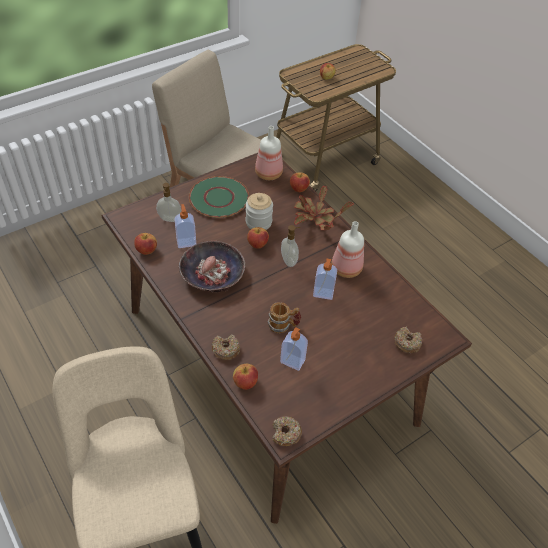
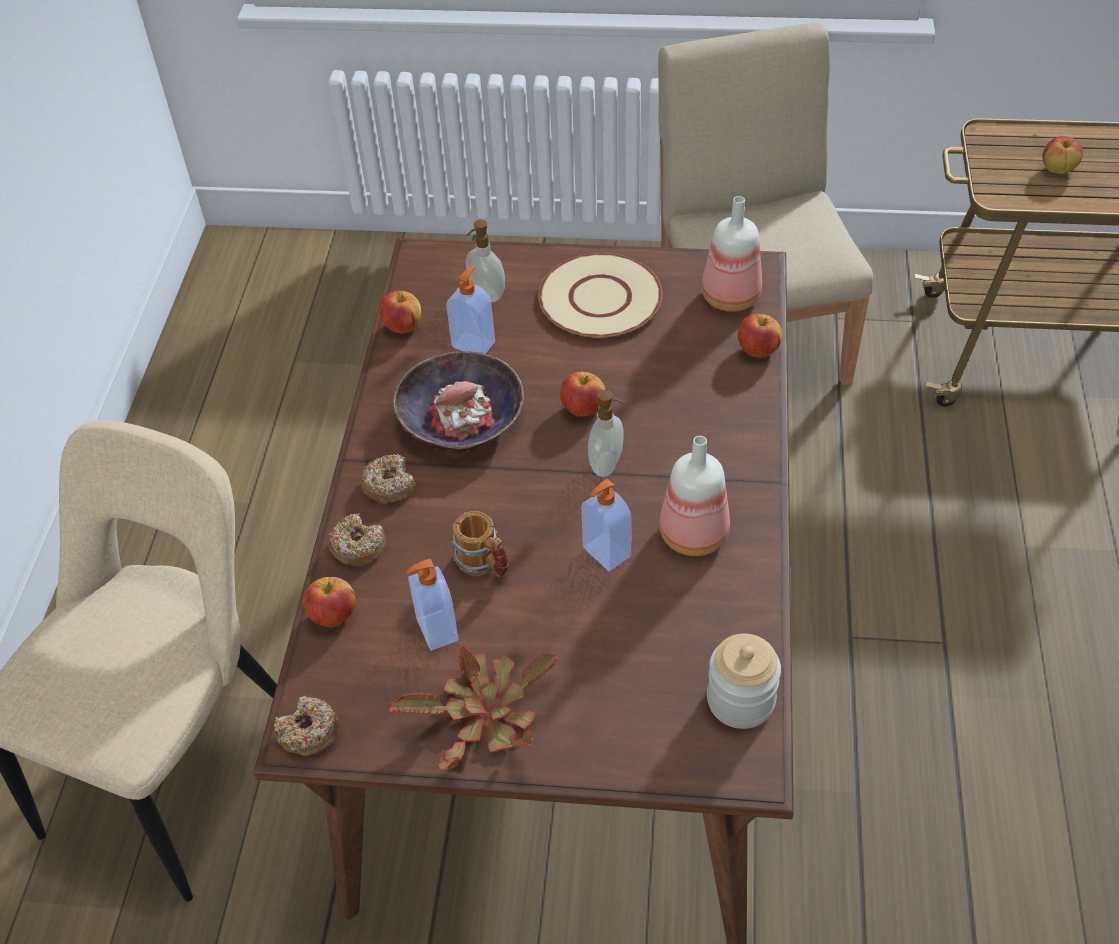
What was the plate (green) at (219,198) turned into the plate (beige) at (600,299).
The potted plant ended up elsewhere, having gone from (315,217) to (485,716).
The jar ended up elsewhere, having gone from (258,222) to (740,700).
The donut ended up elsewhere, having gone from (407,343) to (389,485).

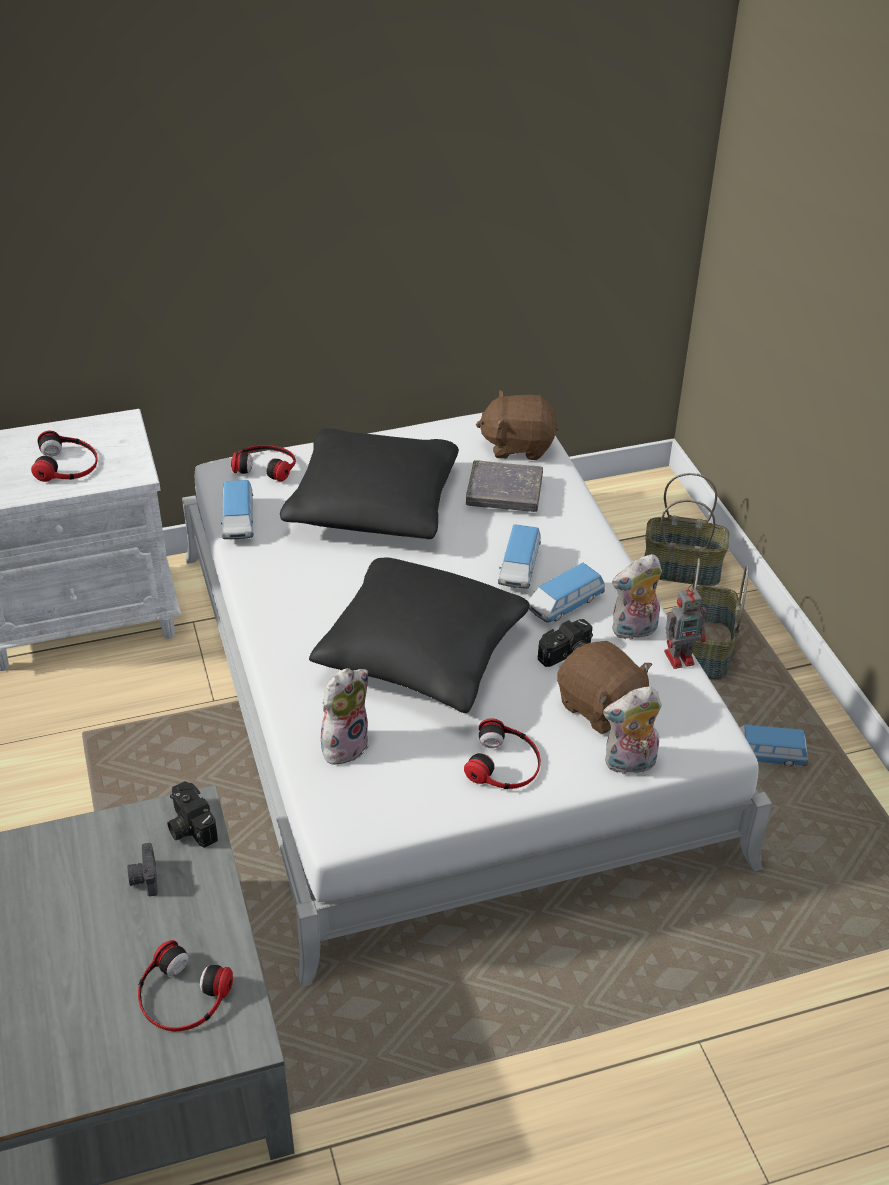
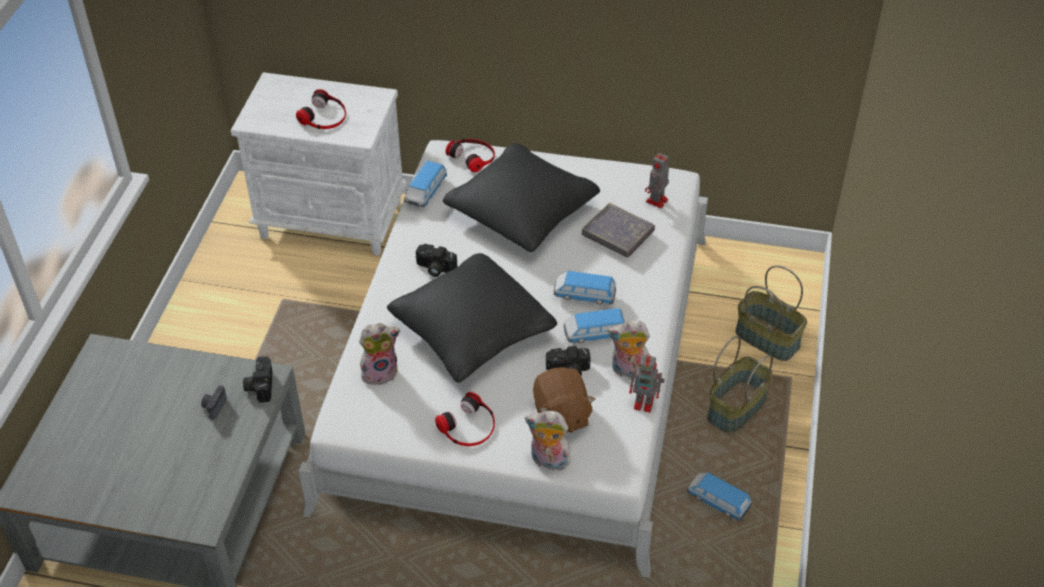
Where the plush toy (brown) stood at (518,446), the toy robot came to stand at (656,201).
The toy car at (519,568) ended up facing another way, 60 degrees clockwise from before.
The second view lost the headphones at (181,996).
The second view gained the photo camera at (434,268).

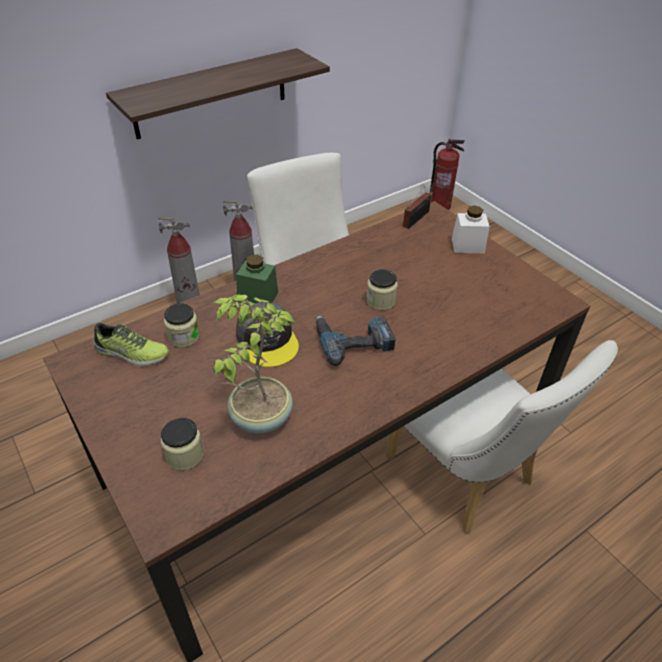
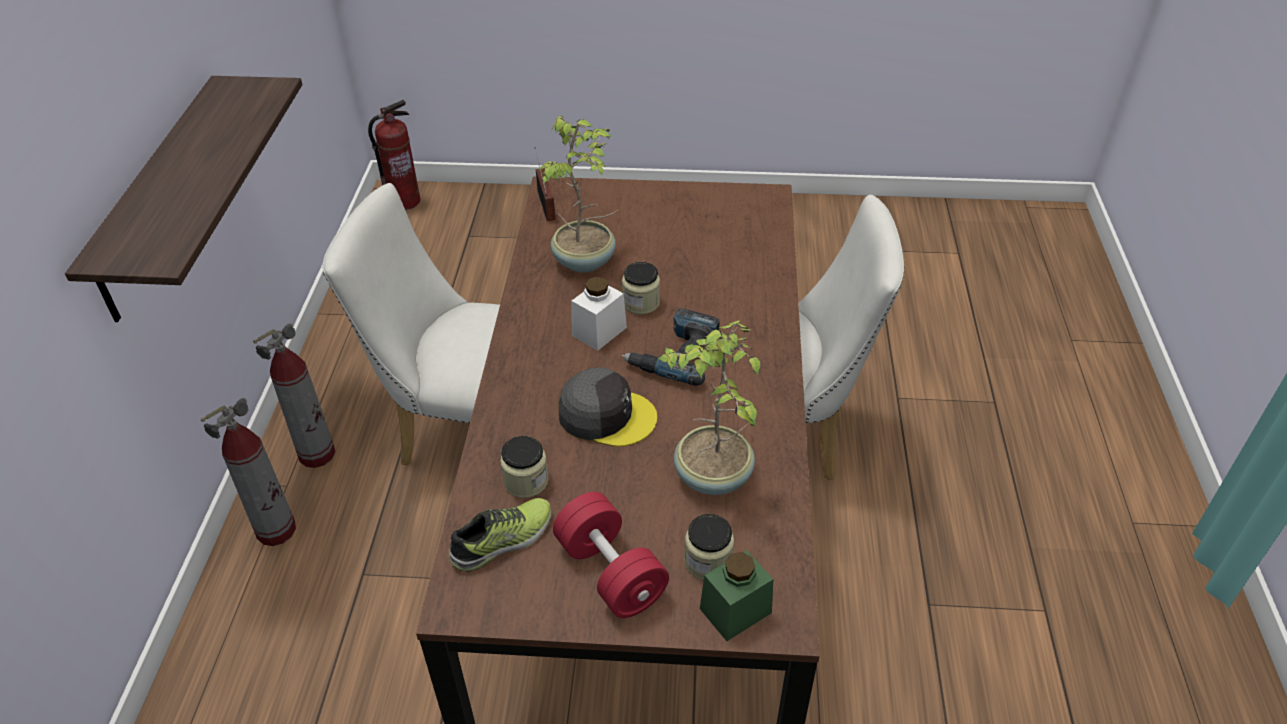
The jar (white) ended up elsewhere, having gone from (468,246) to (599,331).
The jar (green) ended up elsewhere, having gone from (258,297) to (735,610).
The second view gained the potted plant at (586,261).
The second view gained the dumbbell (red) at (610,572).

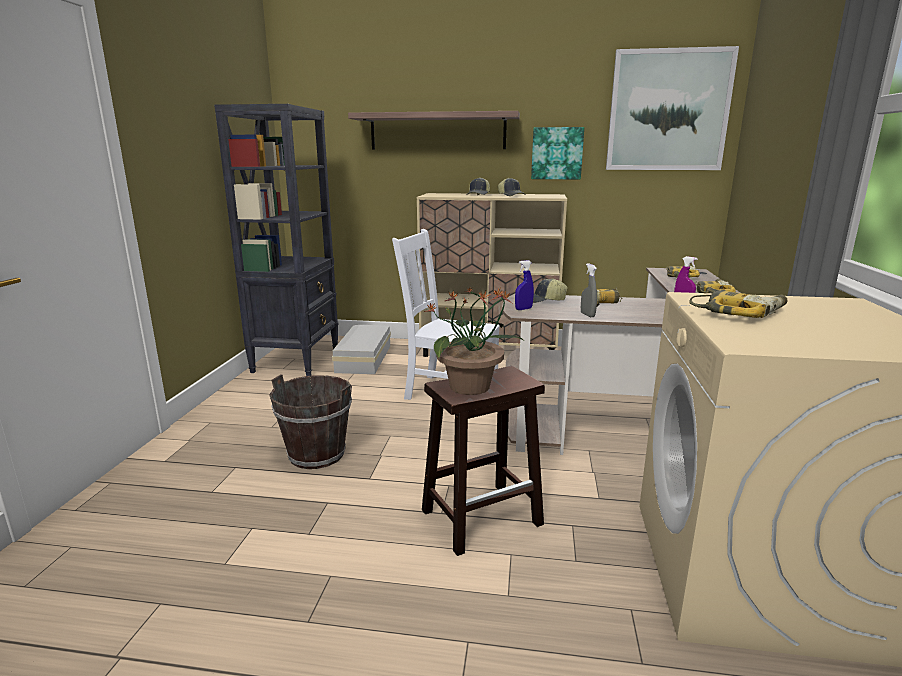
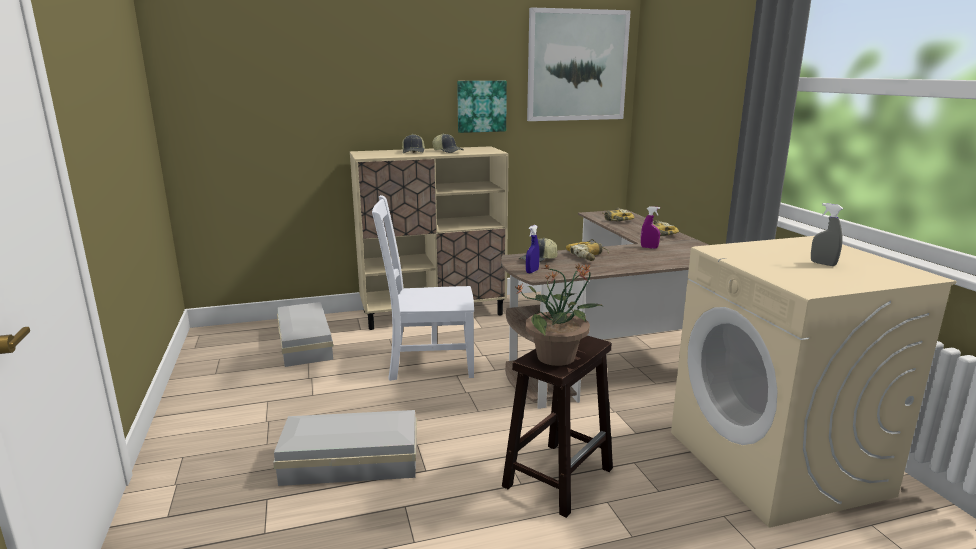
The second view lost the bookcase (black) at (297,360).
The second view lost the shelf at (437,131).
The spray bottle (grey) ended up elsewhere, having gone from (587,315) to (823,264).
The second view lost the power drill at (739,312).
Where the bucket (brown) stood at (317,454), the storage box (white) came to stand at (349,461).

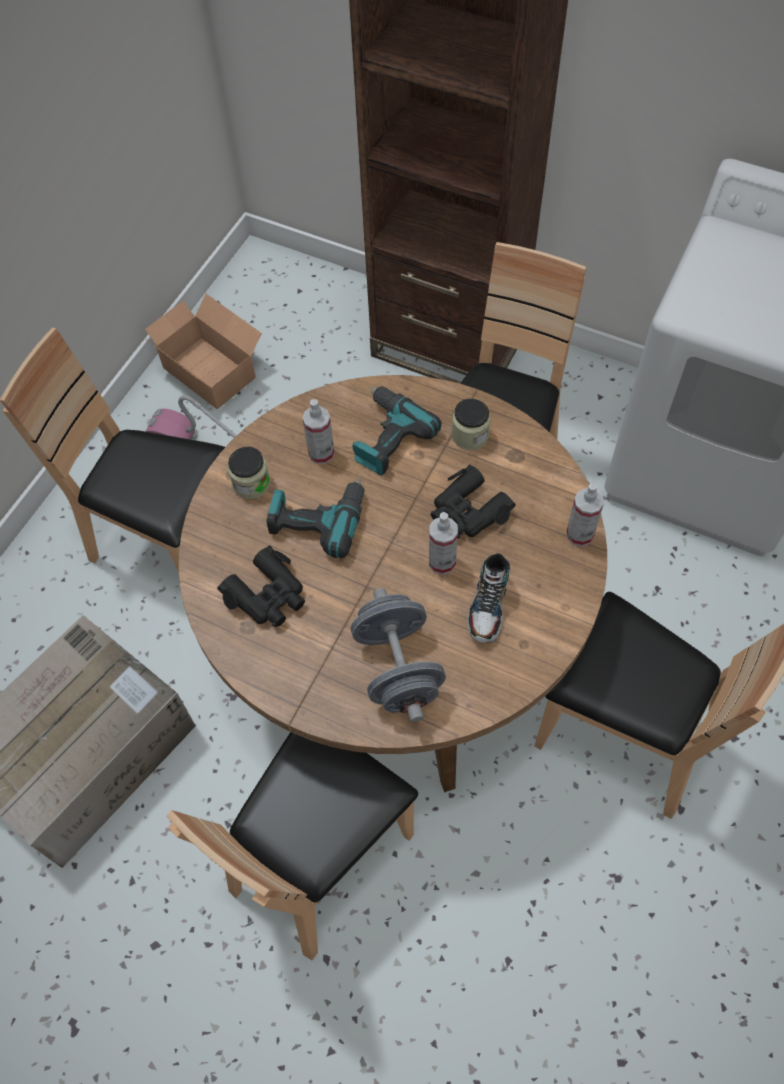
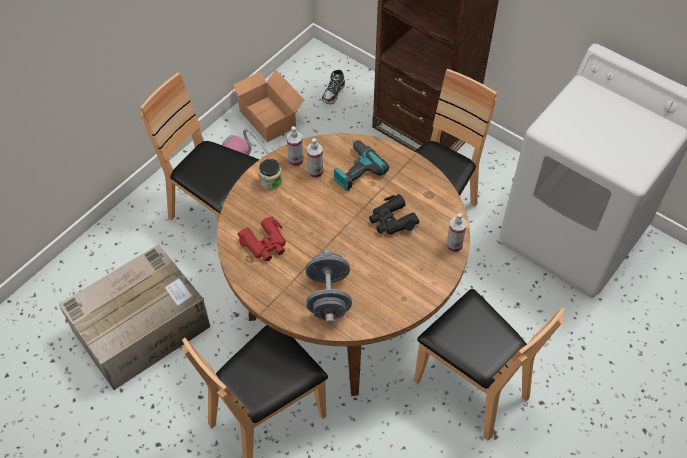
The second view lost the jar at (470,435).
The second view lost the power drill at (318,519).
The spray bottle ended up elsewhere, having gone from (442,562) to (295,160).
What was the binoculars (black) at (268,595) turned into the binoculars (red) at (265,244).
The shoe ended up elsewhere, having gone from (488,607) to (333,93).

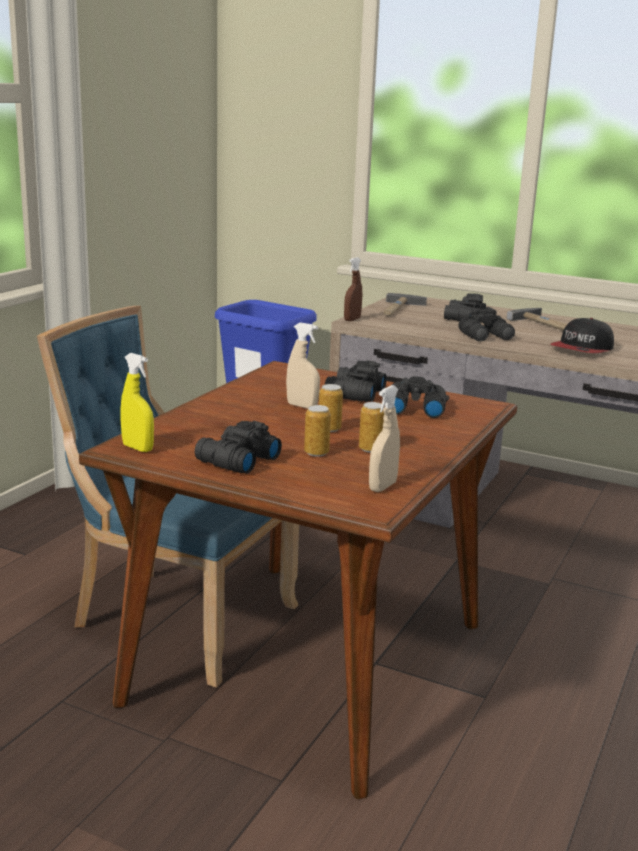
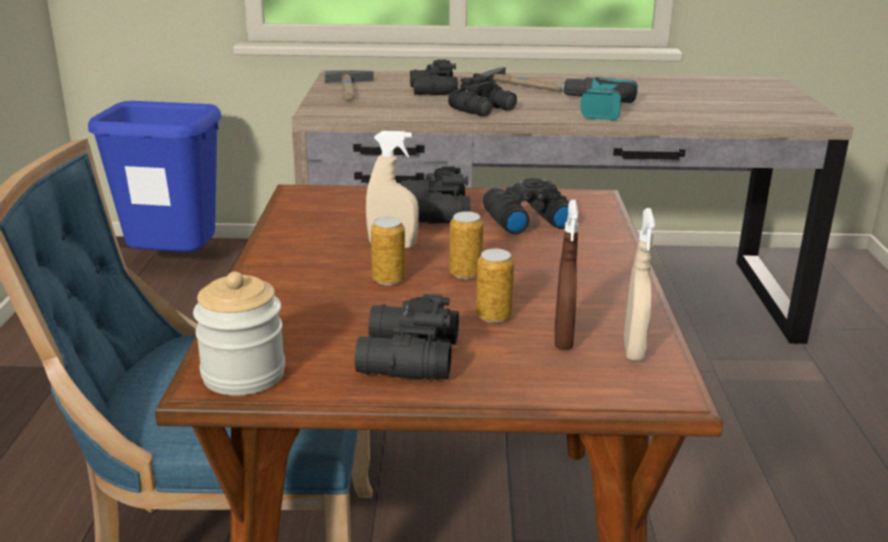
The spray bottle (brown) ended up elsewhere, having gone from (352,319) to (563,339).
Where the cap stood at (582,349), the power drill came to stand at (594,109).
Where the spray bottle (yellow) stood at (137,448), the jar came to stand at (243,375).
The can ended up elsewhere, having gone from (370,449) to (388,280).

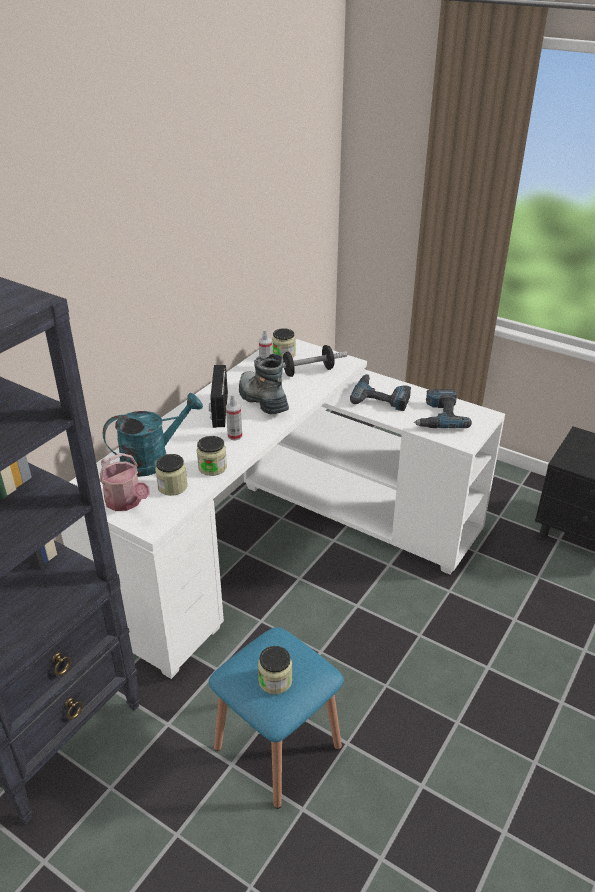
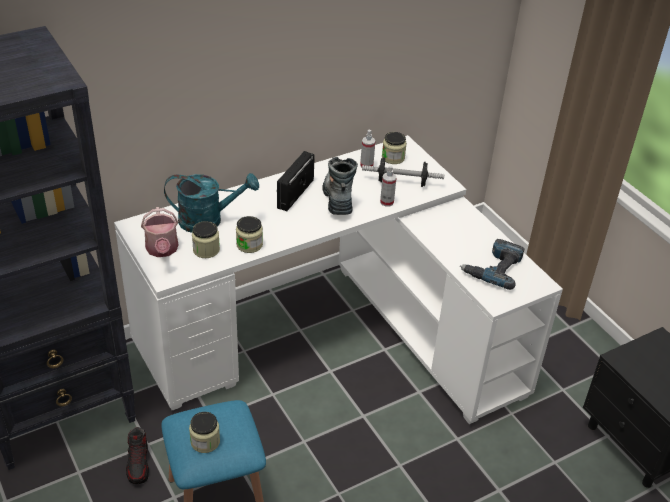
The second view lost the power drill at (381,397).
The spray bottle ended up elsewhere, having gone from (235,436) to (387,202).
The second view gained the shoe at (138,463).

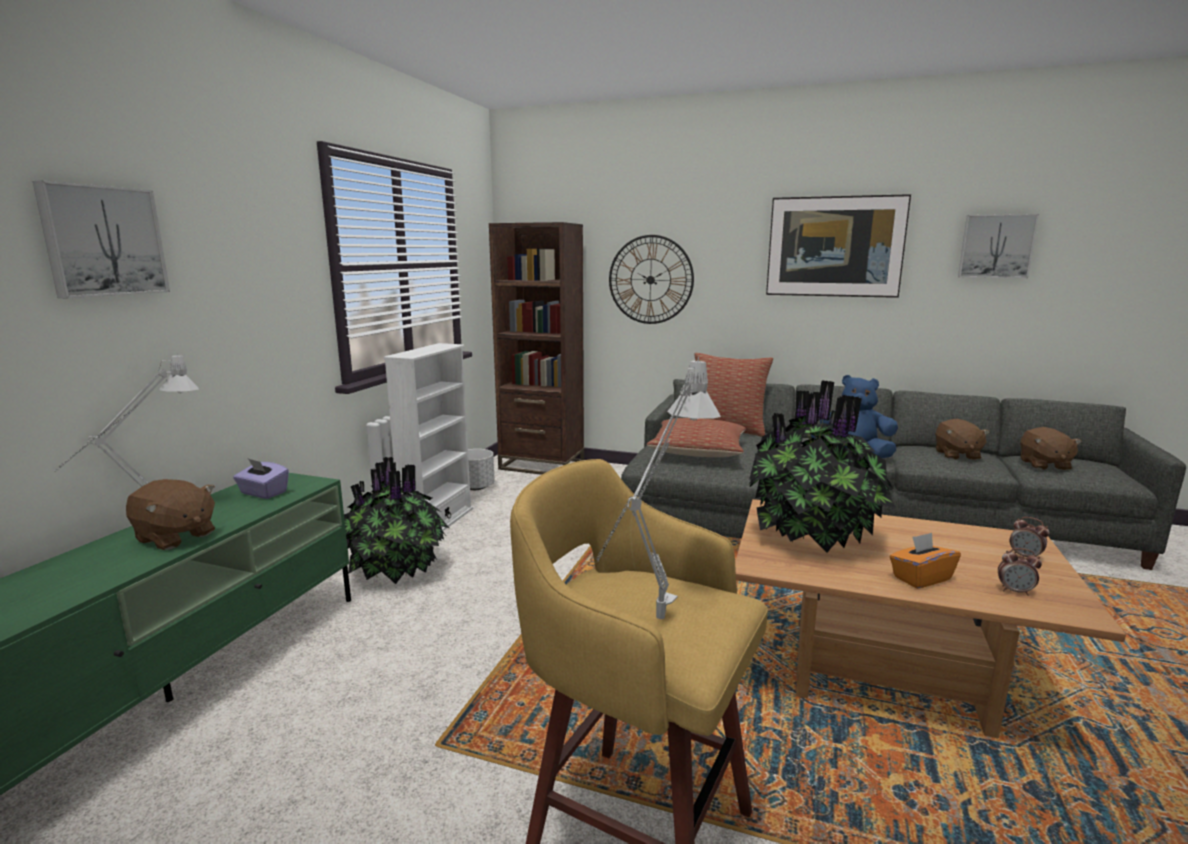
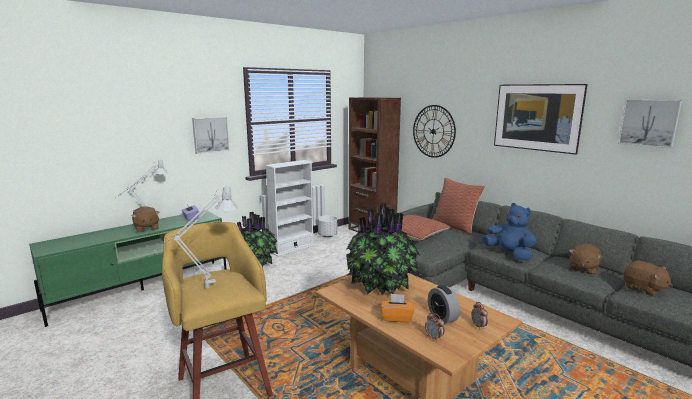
The picture ended up elsewhere, having gone from (103,241) to (210,134).
The plush toy (brown) at (1044,465) ended up facing another way, 75 degrees counterclockwise from before.
The second view gained the alarm clock at (442,317).

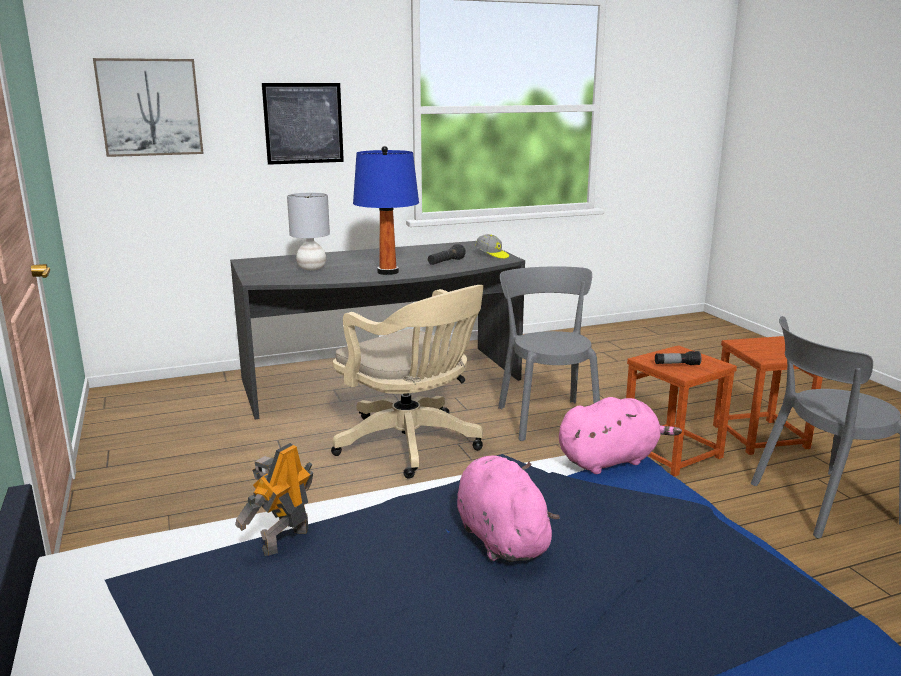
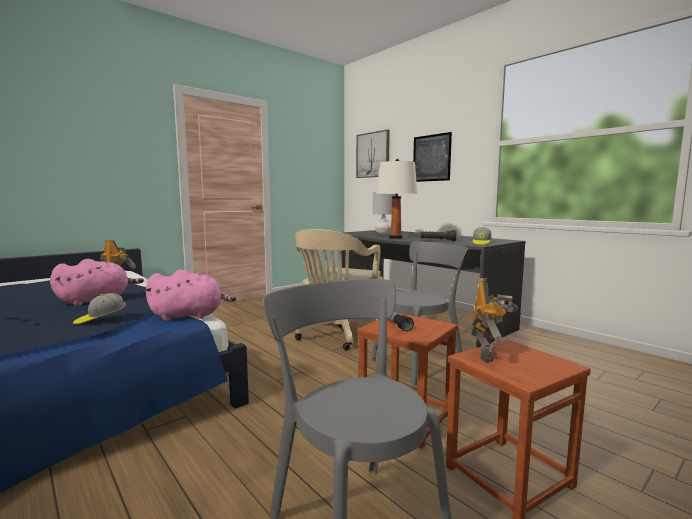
What was the table lamp (blue) at (388,272) turned into the table lamp (white) at (396,238).
The plush toy (pink) at (611,460) ended up facing another way, 60 degrees counterclockwise from before.
The second view gained the toy robot at (489,354).
The second view gained the cap at (100,319).

